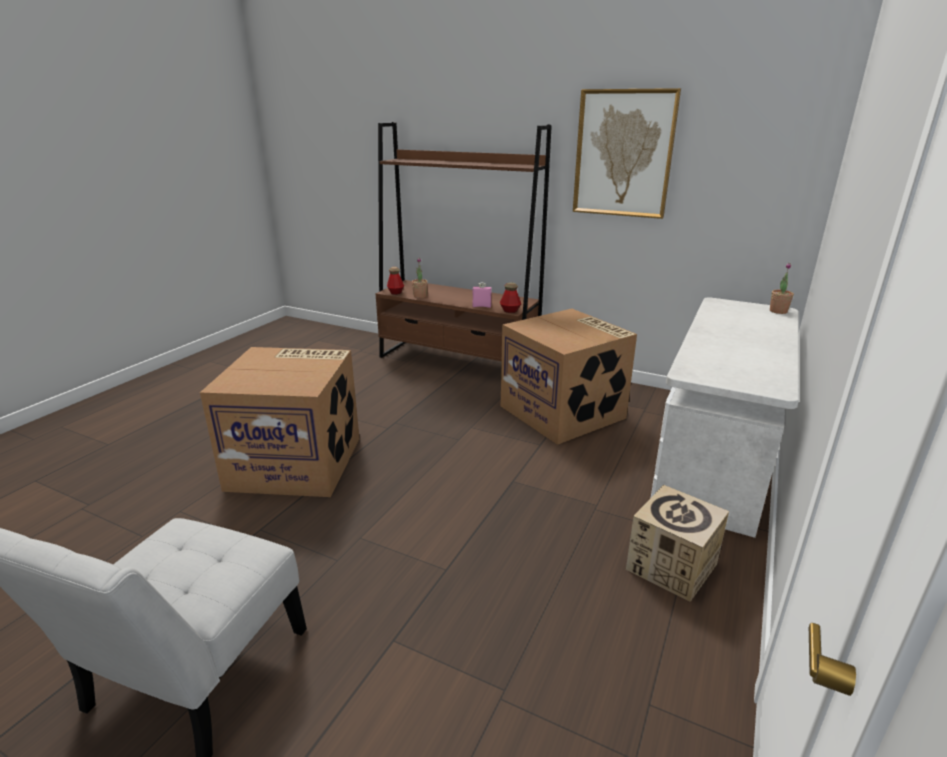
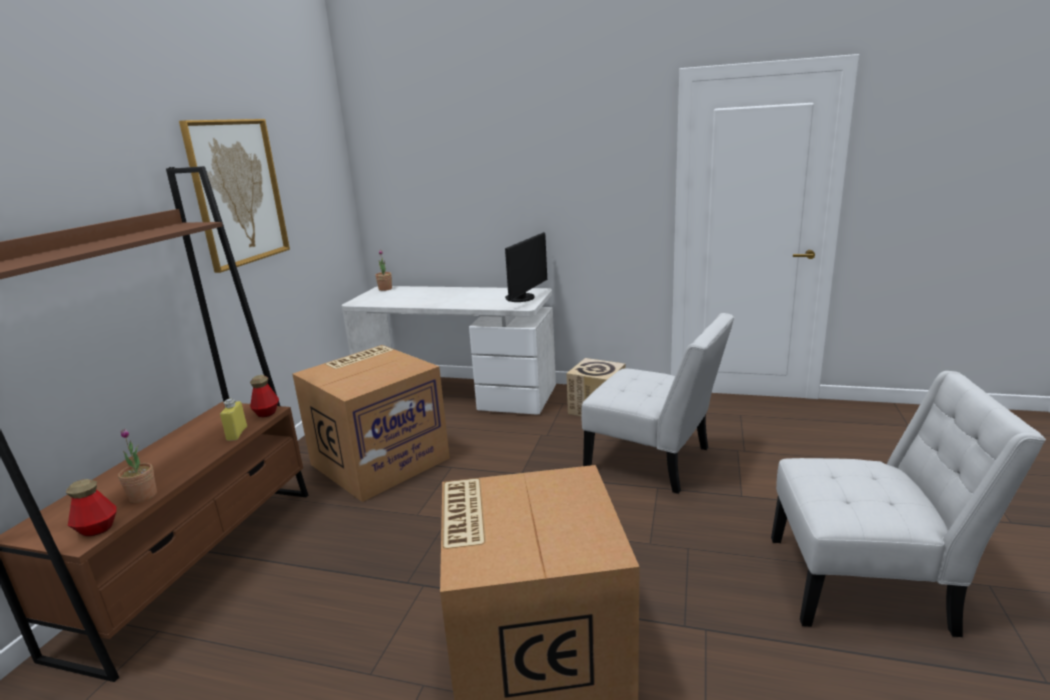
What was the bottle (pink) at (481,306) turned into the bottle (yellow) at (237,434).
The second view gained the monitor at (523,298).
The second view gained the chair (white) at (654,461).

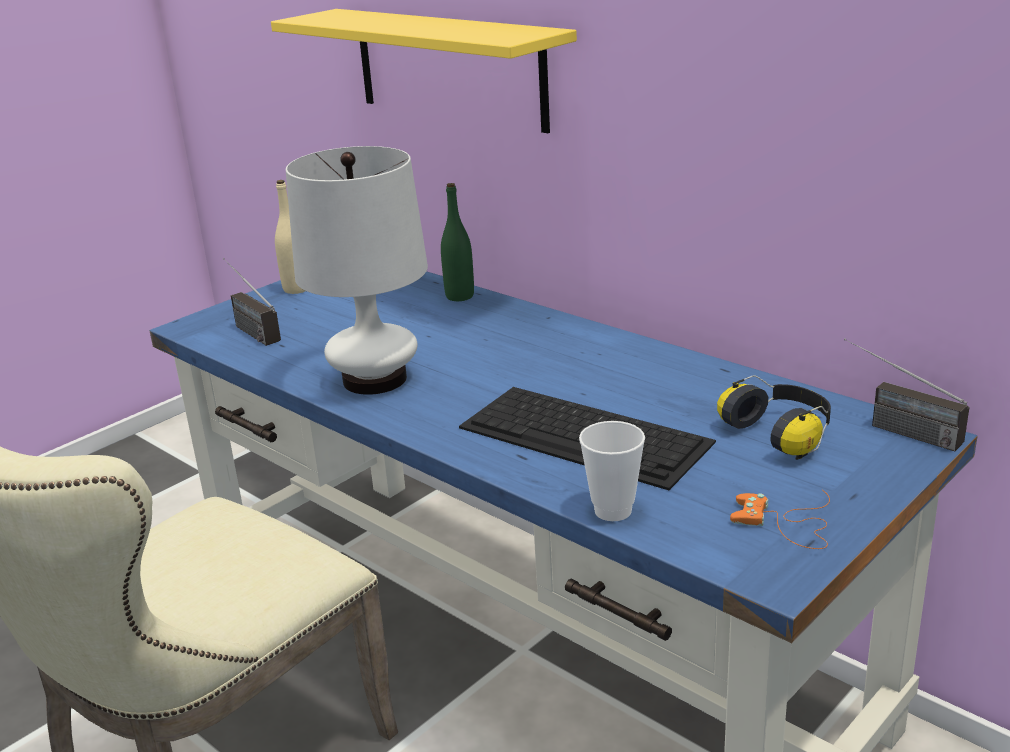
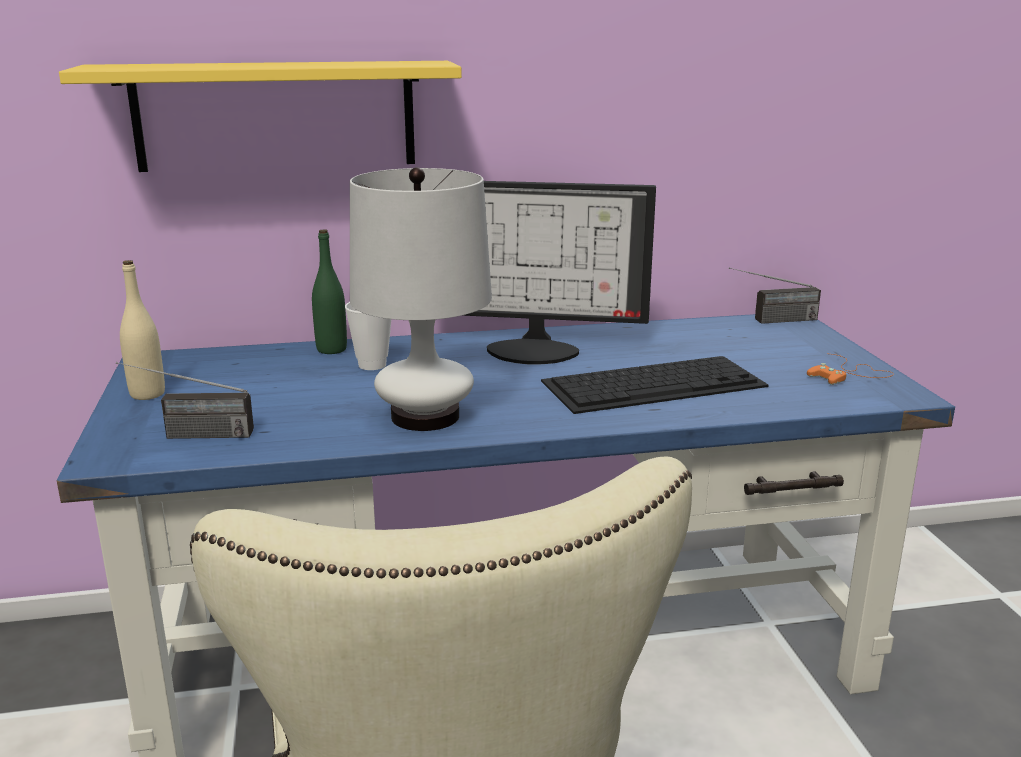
The second view lost the headphones at (781,434).
The cup ended up elsewhere, having gone from (613,510) to (372,365).
The second view gained the monitor at (535,348).

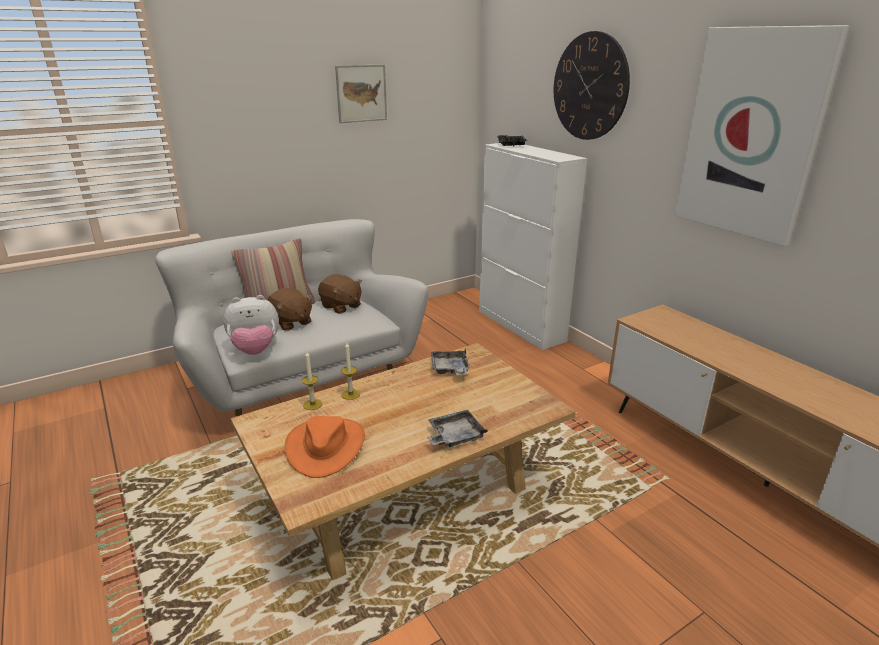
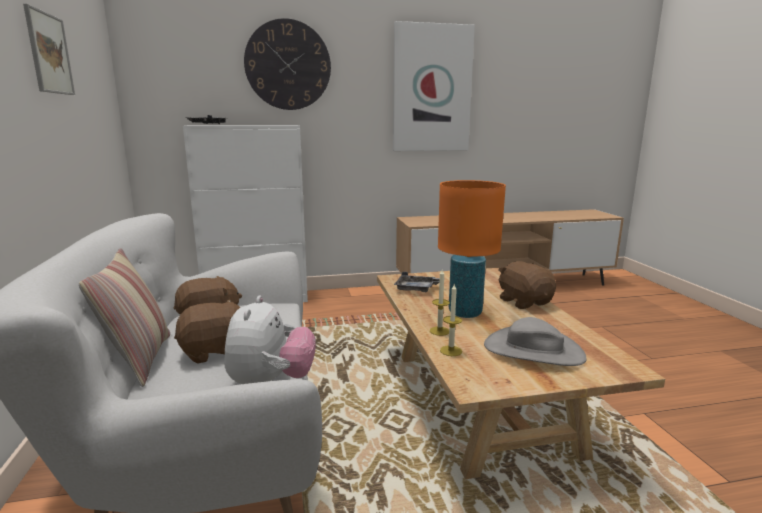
Where the tray (grey) stood at (454,436), the plush toy (brown) came to stand at (524,302).
What was the hat (orange) at (325,446) turned into the hat (grey) at (533,351).
The second view gained the table lamp (orange) at (464,313).

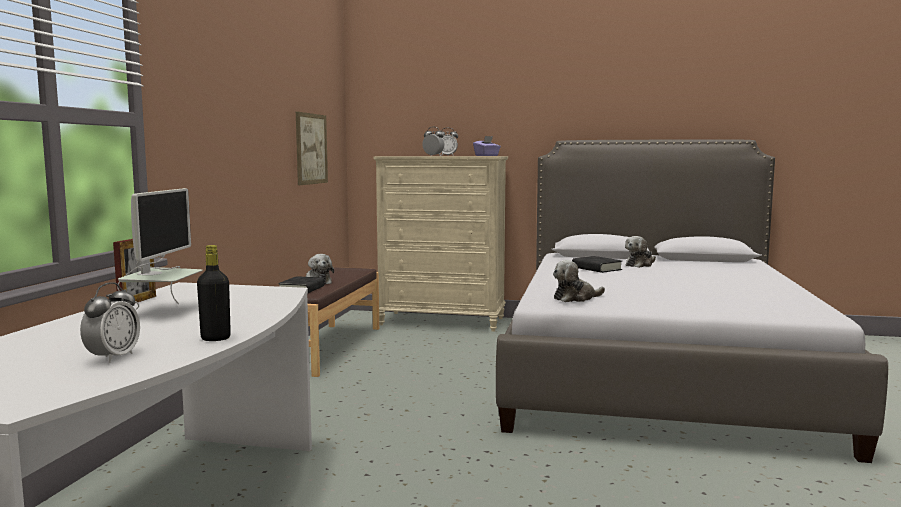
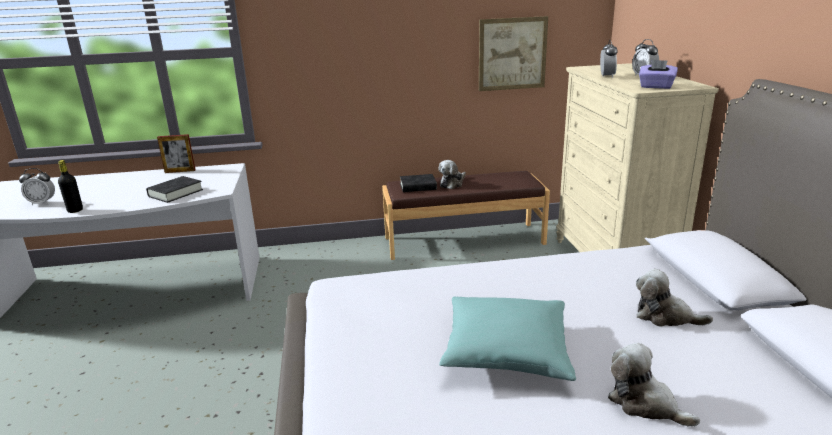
The second view lost the monitor at (162,311).
The book (black) ended up elsewhere, having gone from (596,268) to (175,193).
The plush toy ended up elsewhere, having gone from (575,298) to (644,404).
The second view gained the pillow (turquoise) at (506,351).

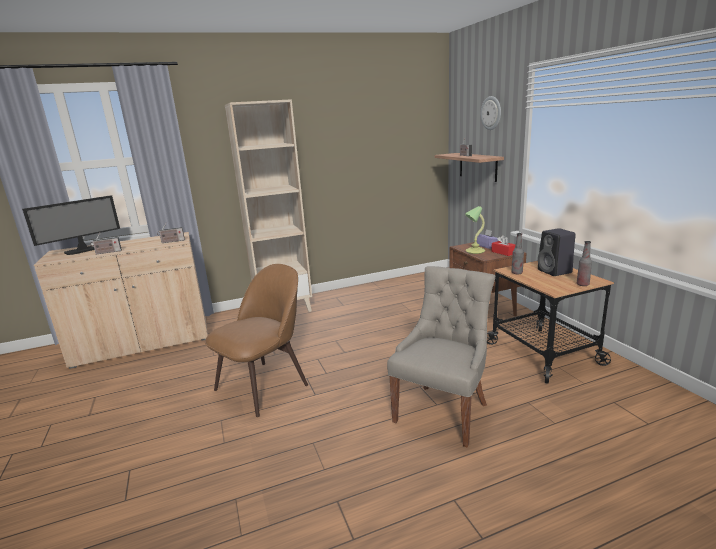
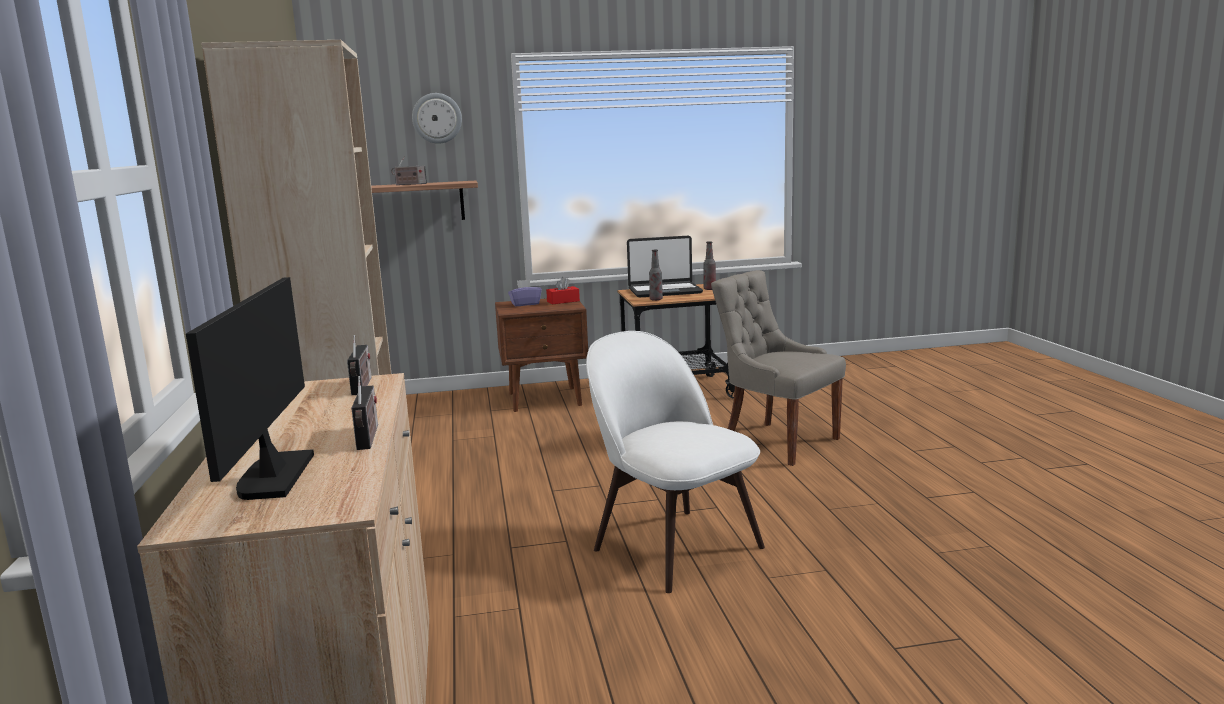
The monitor at (83,250) ended up facing another way, 150 degrees counterclockwise from before.
The second view lost the table lamp at (474,251).
Where the speaker (black) stood at (555,271), the laptop came to stand at (664,291).
What was the chair (brown) at (264,385) turned into the chair (white) at (673,545).

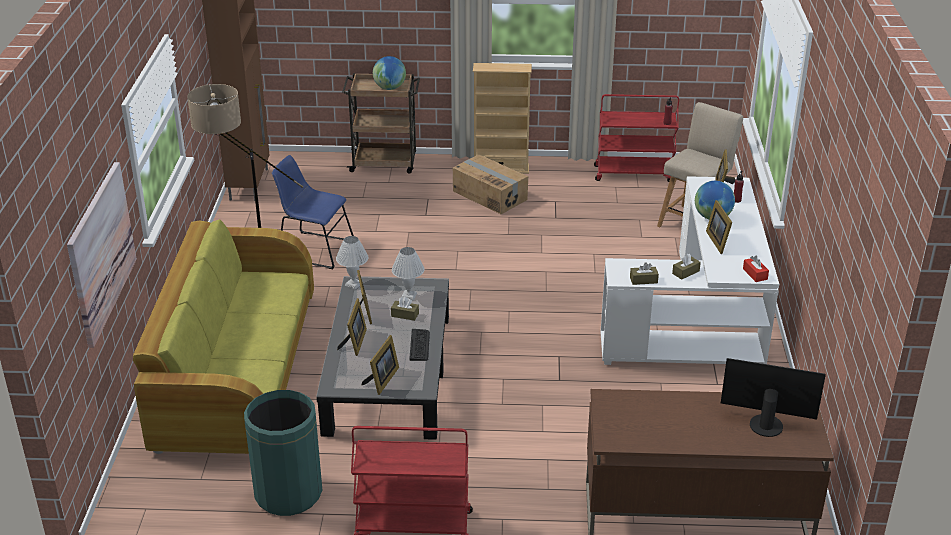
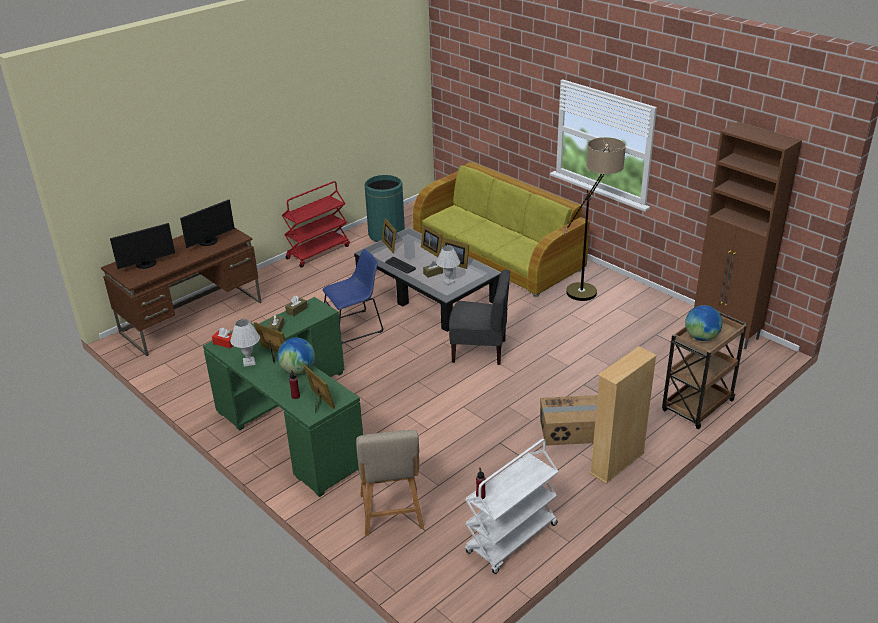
What was the cart (red) at (634,173) turned into the cart (white) at (511,539).
The chair (blue) ended up elsewhere, having gone from (313,249) to (354,327).
The second view lost the picture at (101,252).
What was the desk (white) at (701,320) turned into the desk (green) at (292,423).
The table lamp (white) ended up elsewhere, having gone from (354,284) to (248,362).
The second view gained the monitor at (209,242).
The second view gained the chair (grey) at (479,350).

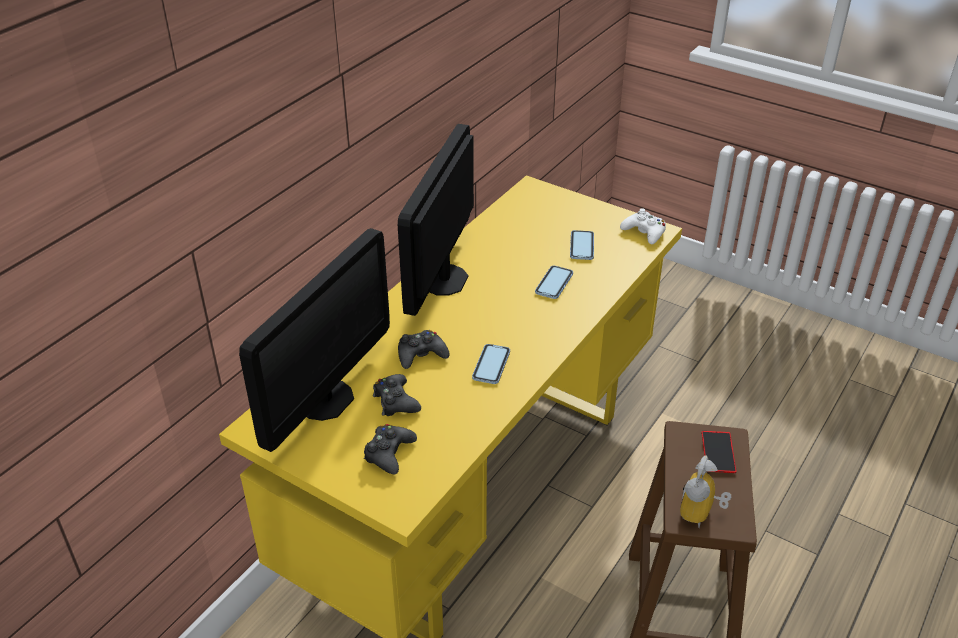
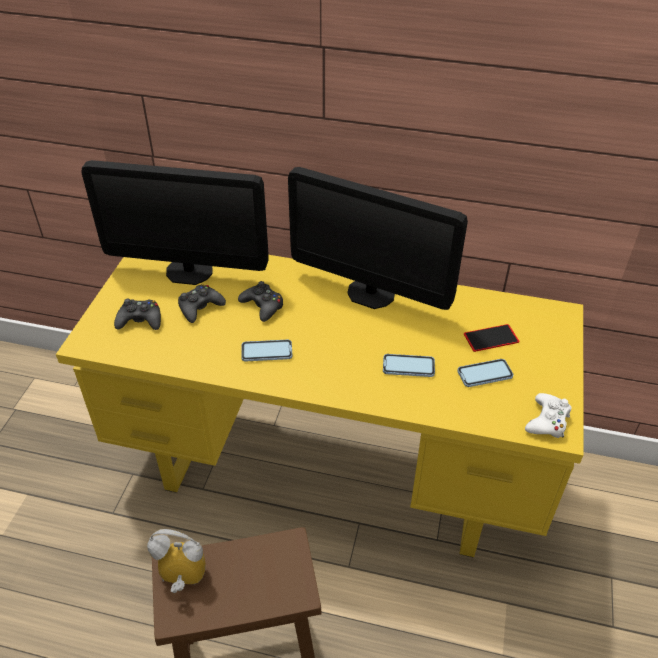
The monitor at (444,280) ended up facing another way, 150 degrees counterclockwise from before.
The phone ended up elsewhere, having gone from (718,452) to (491,338).

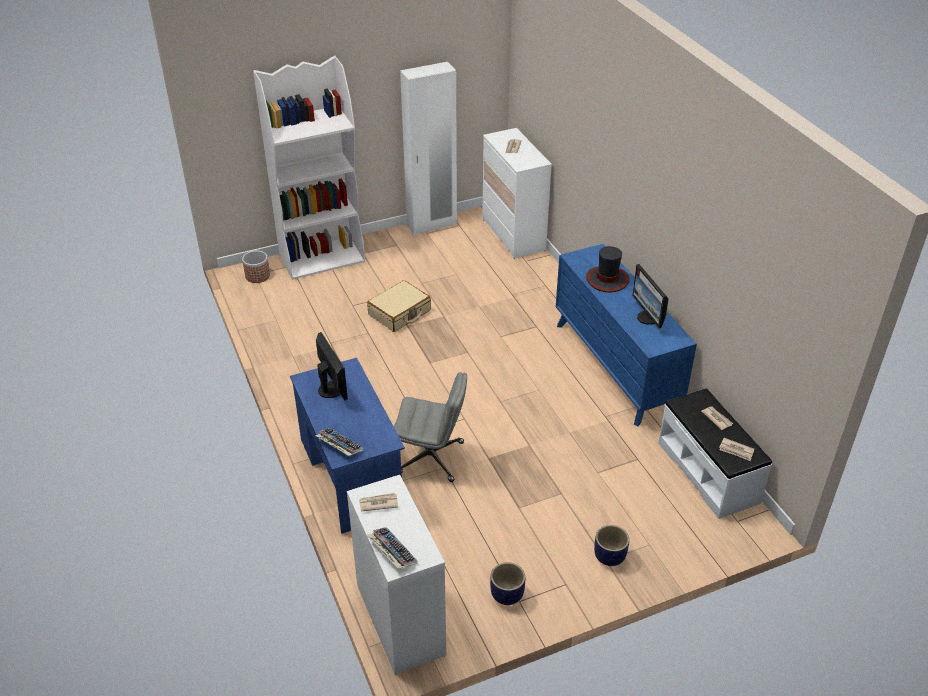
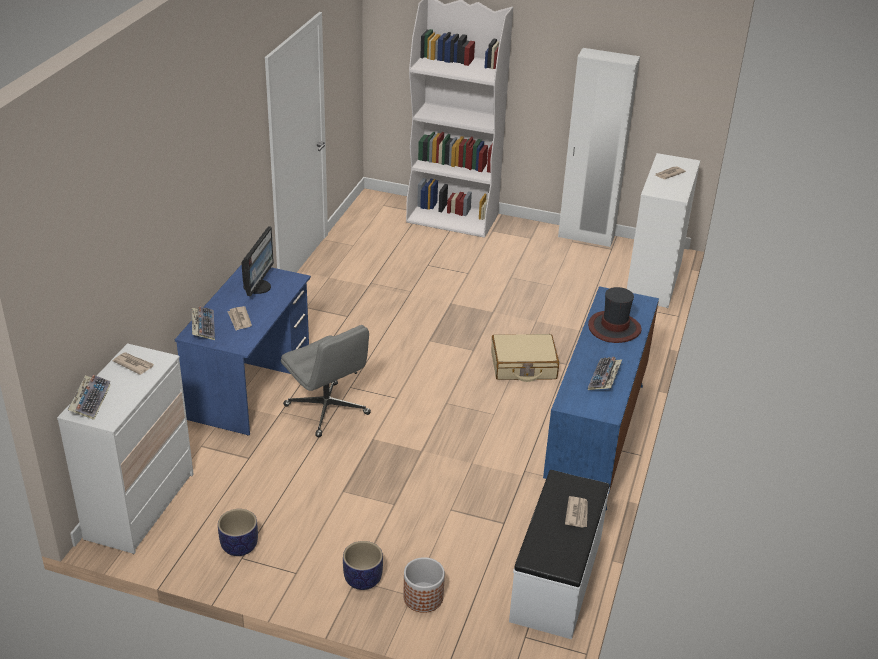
The planter ended up elsewhere, having gone from (257,276) to (423,597).
Where the monitor stood at (648,318), the keyboard came to stand at (604,378).
The suitcase (beige) ended up elsewhere, having gone from (399,313) to (523,366).
The newspaper ended up elsewhere, having gone from (736,450) to (239,320).

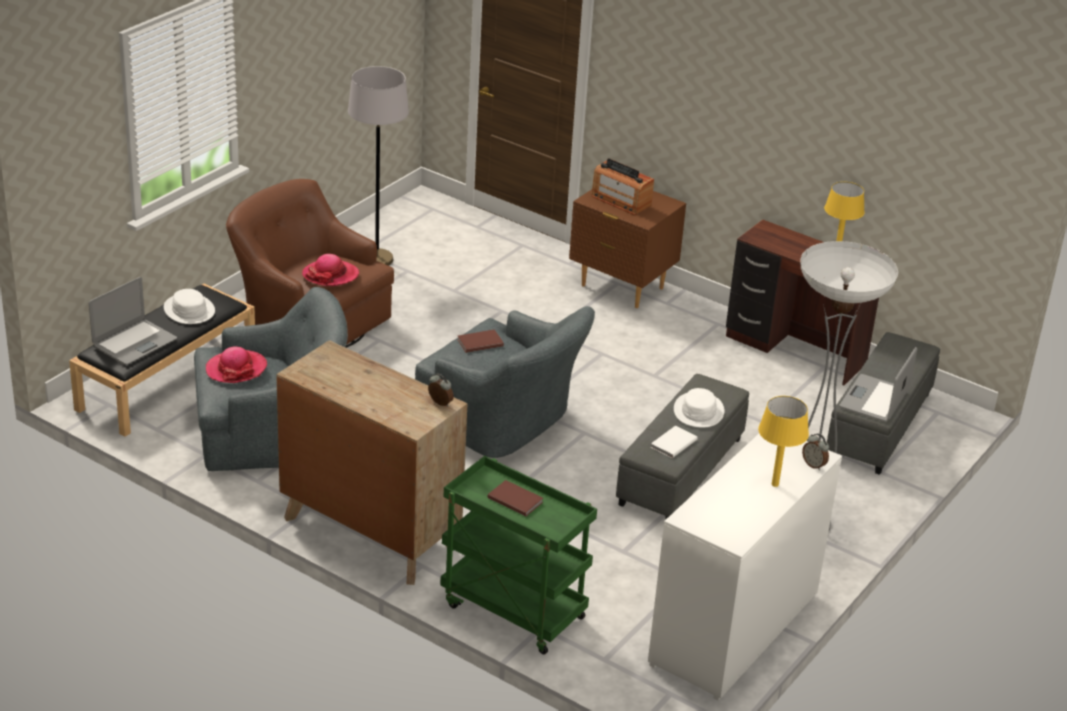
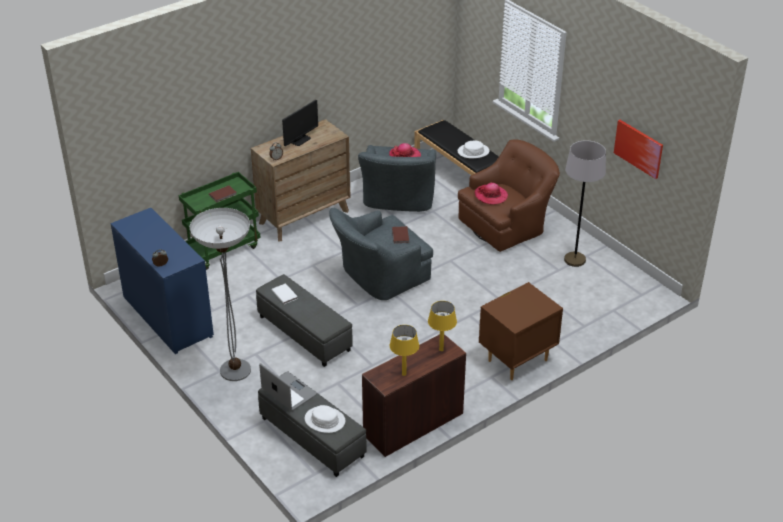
The second view lost the radio at (621,201).
The second view lost the laptop at (134,343).
The hat (white) ended up elsewhere, having gone from (699,411) to (324,420).
The table lamp (yellow) ended up elsewhere, having gone from (774,484) to (441,349).
What was the dresser (white) at (734,629) turned into the dresser (blue) at (168,317).
The second view gained the monitor at (300,140).
The second view gained the picture at (638,148).

